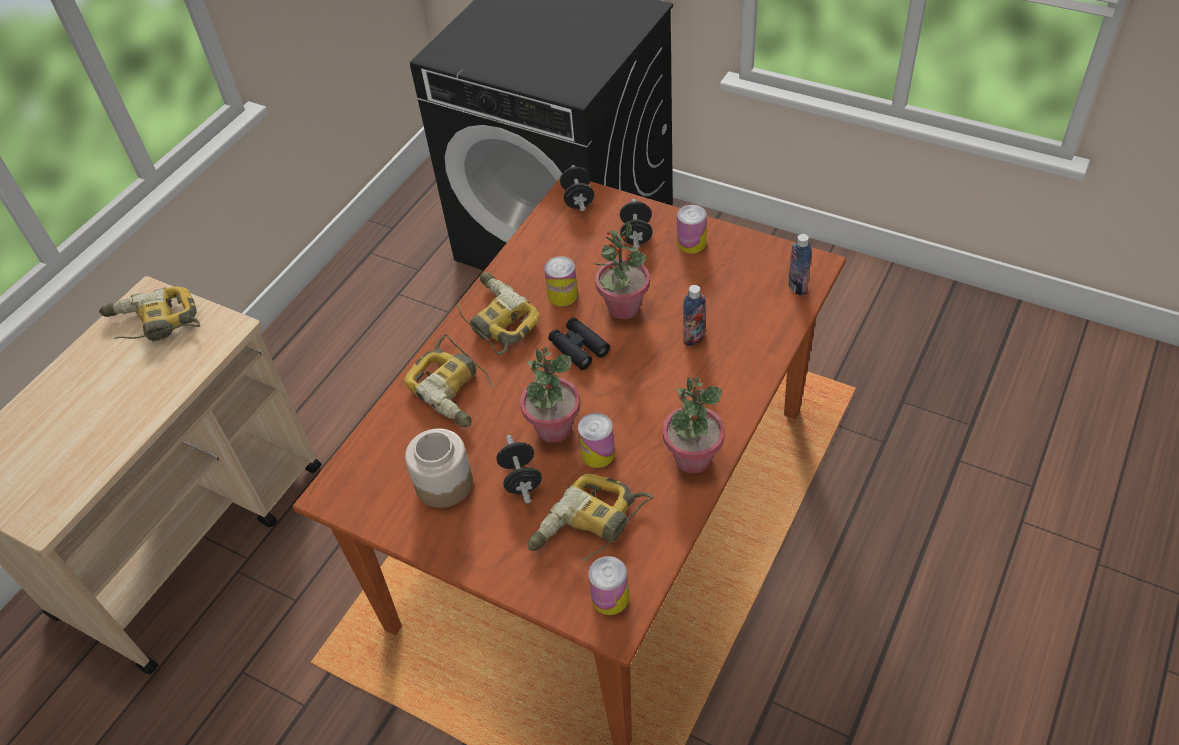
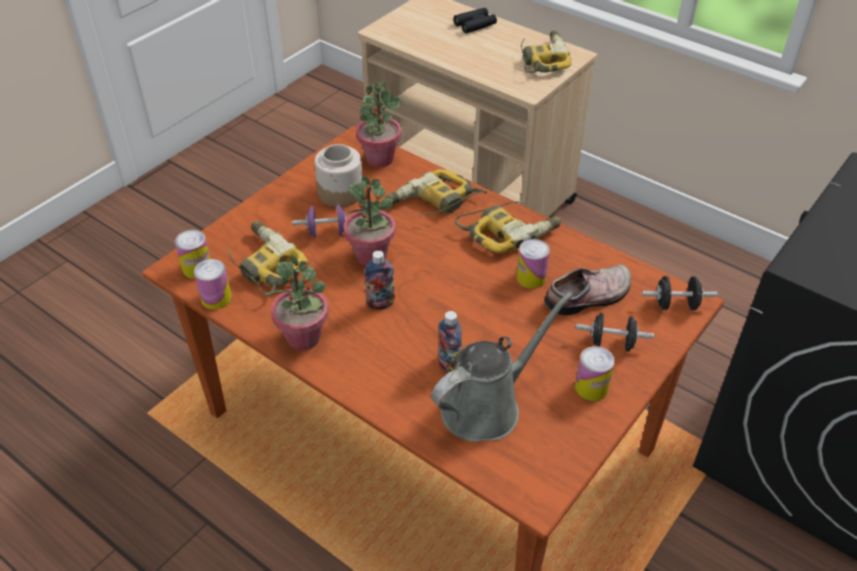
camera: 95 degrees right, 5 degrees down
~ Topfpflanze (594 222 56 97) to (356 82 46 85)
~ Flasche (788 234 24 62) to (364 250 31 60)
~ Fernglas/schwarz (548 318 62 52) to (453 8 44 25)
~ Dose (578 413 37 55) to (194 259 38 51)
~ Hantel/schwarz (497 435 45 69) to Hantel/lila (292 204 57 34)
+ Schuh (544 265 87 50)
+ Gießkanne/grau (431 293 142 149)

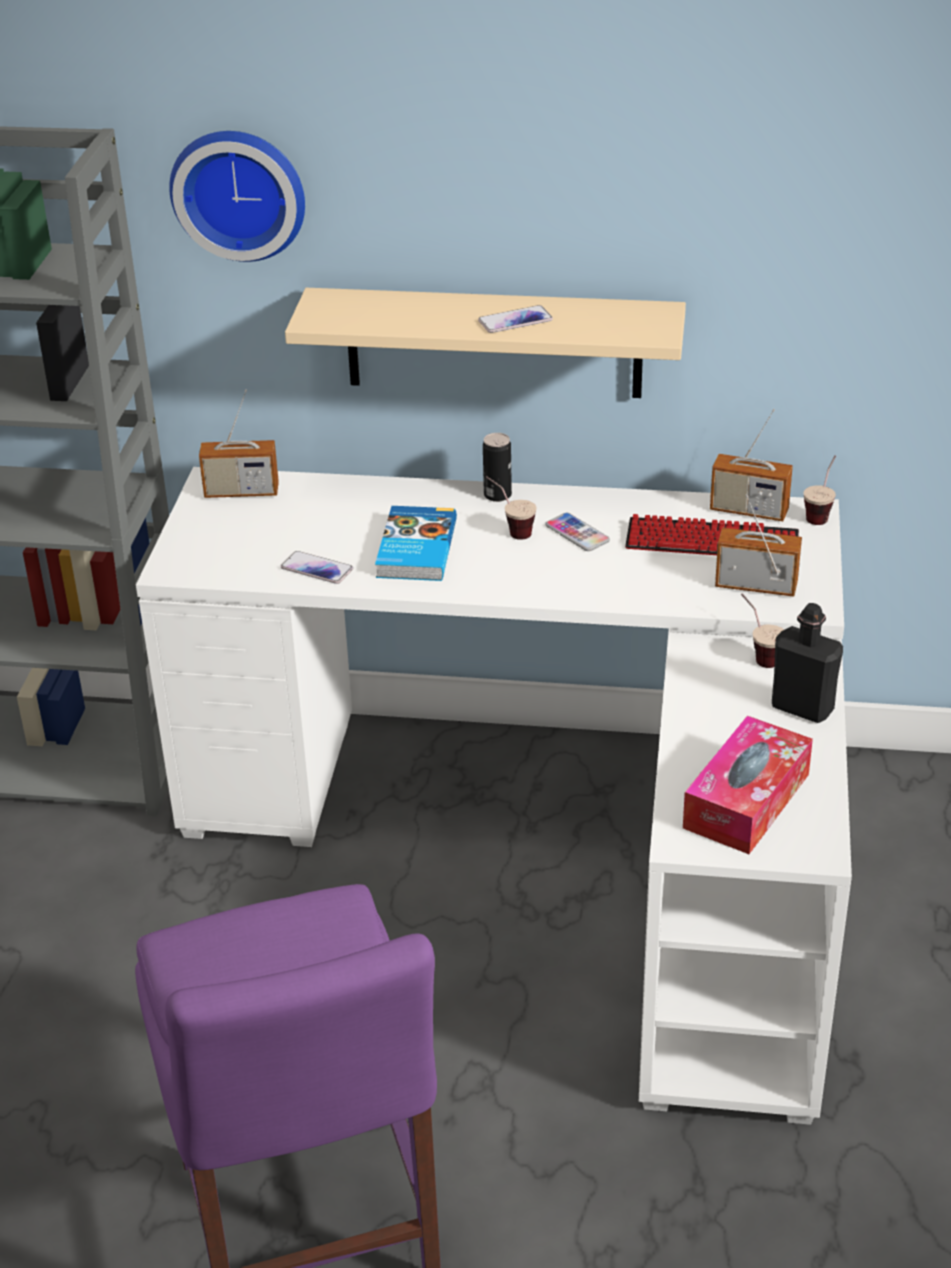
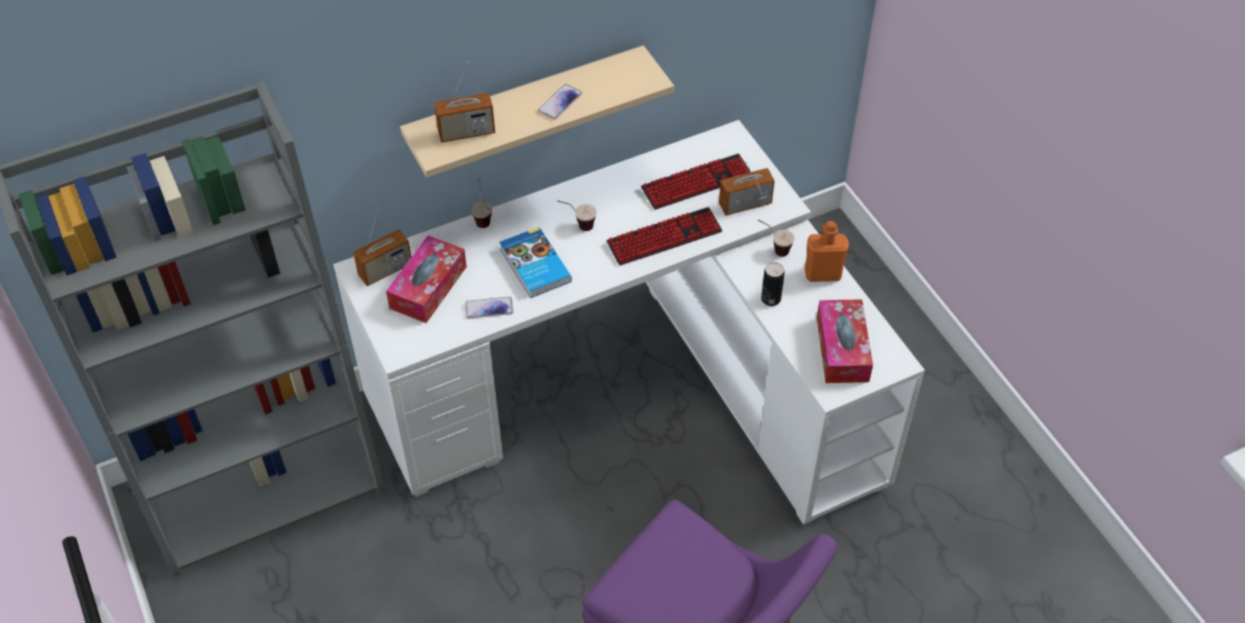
camera: 35 degrees left, 15 degrees up
- Wanduhr (169 131 136 131)
~ Radio (710 409 83 112) to (434 61 61 82)
~ Dose (483 433 29 69) to (761 262 24 44)
~ Tasse (803 455 33 70) to (471 178 21 50)
- Handy (545 513 65 38)
~ Flasche/schwarz (772 603 71 120) to Flasche/orange (805 221 44 61)
+ Tastatur (606 207 117 58)
+ Taschentuchbox (386 236 81 87)

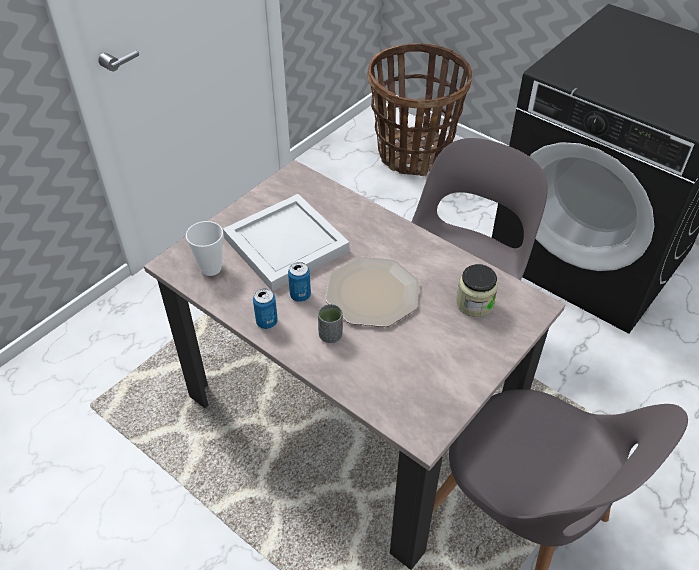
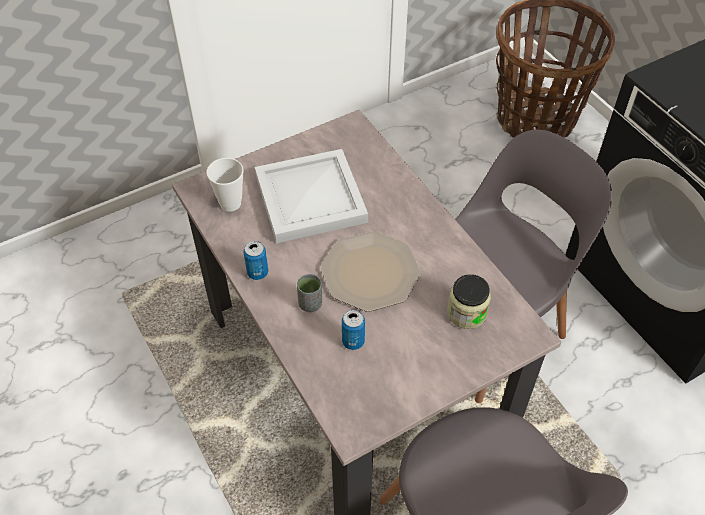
camera: 20 degrees right, 5 degrees up
~ Dose (288 262 23 40) to (342 310 23 40)

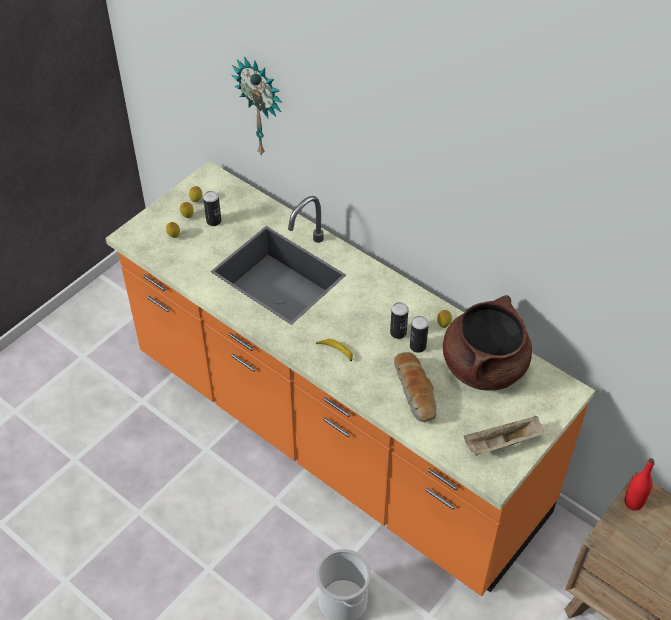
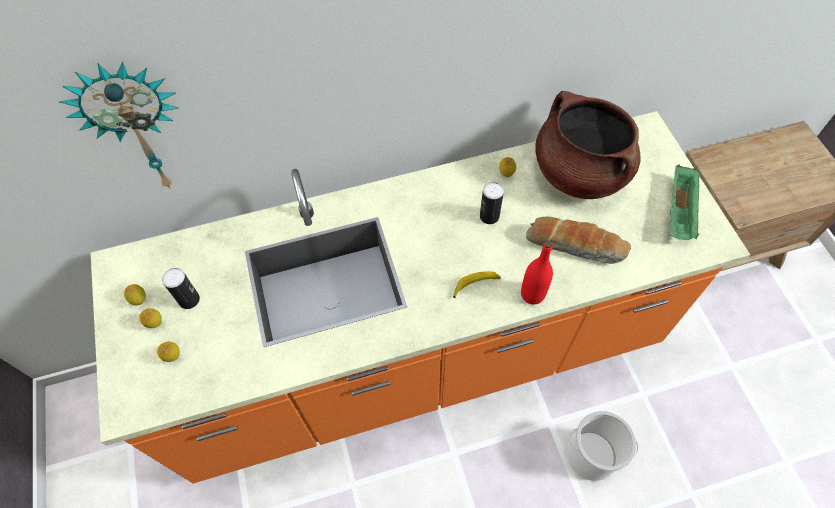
camera: 55 degrees left, 10 degrees up
- Dose (410 316 19 37)
~ Tablett/beige (464 416 80 40) to Tablett/grün (669 164 31 76)
~ Flasche/rot (624 458 31 53) to (521 241 32 64)

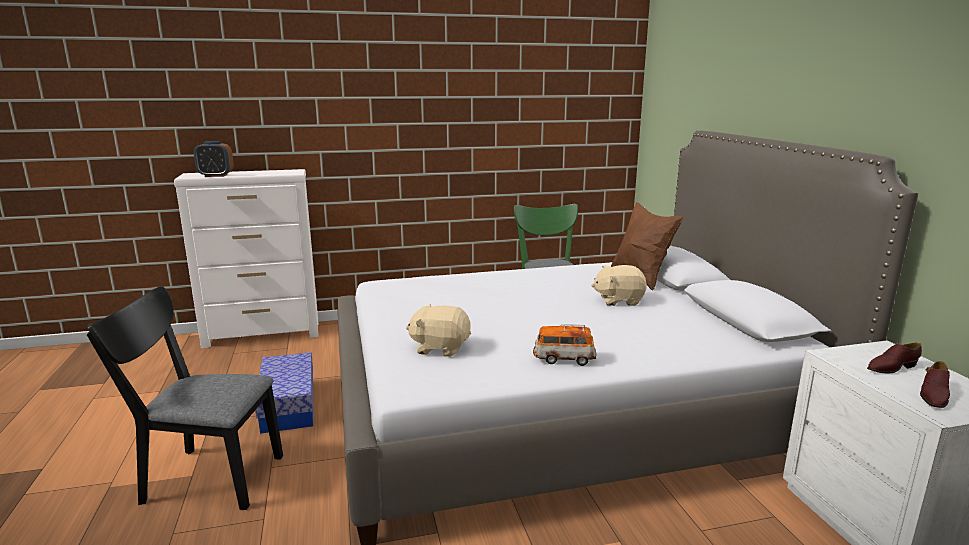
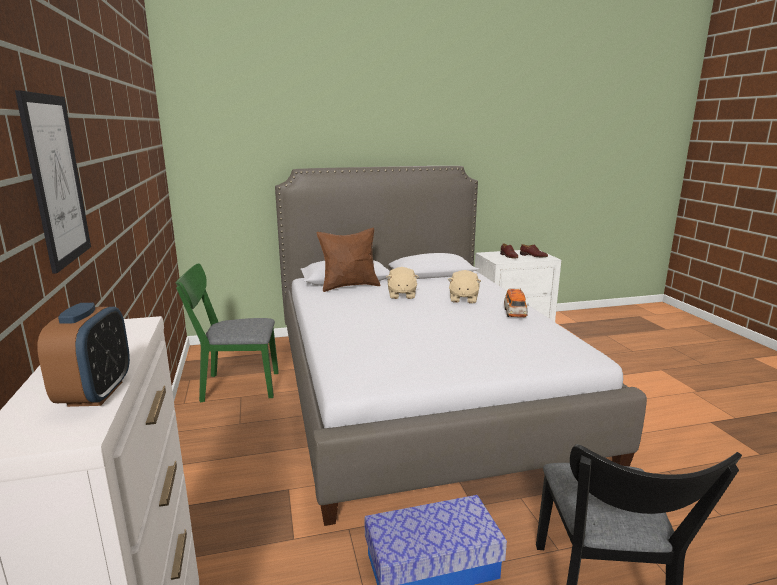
camera: 90 degrees left, 0 degrees up
~ Plüschtier/beige (406 304 65 53) to (448 270 33 34)
+ Bild (15 90 76 184)

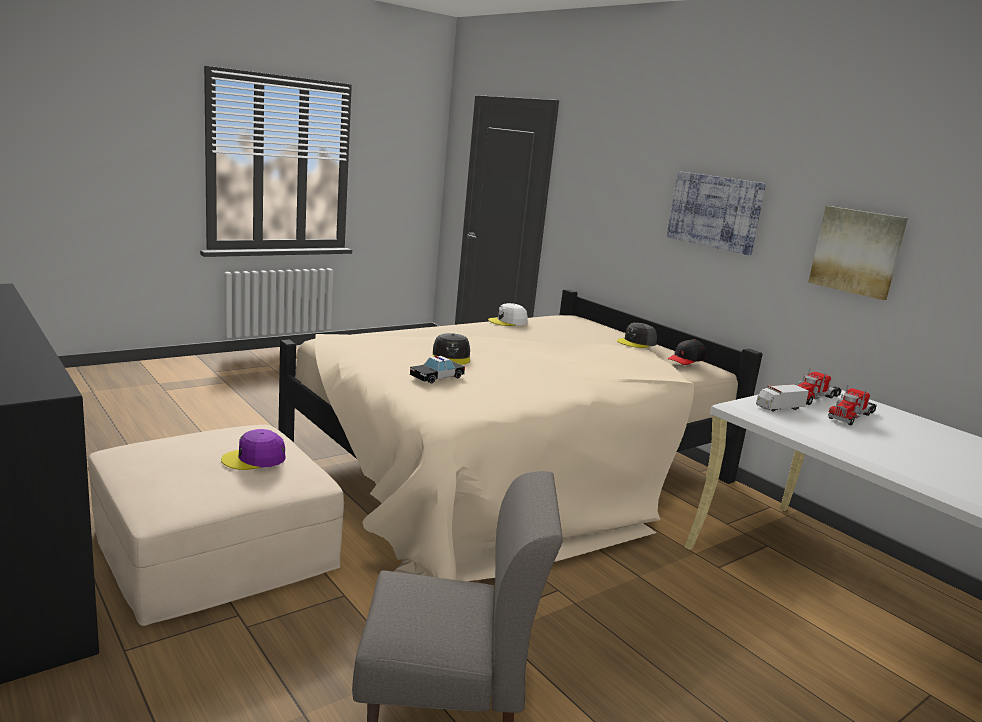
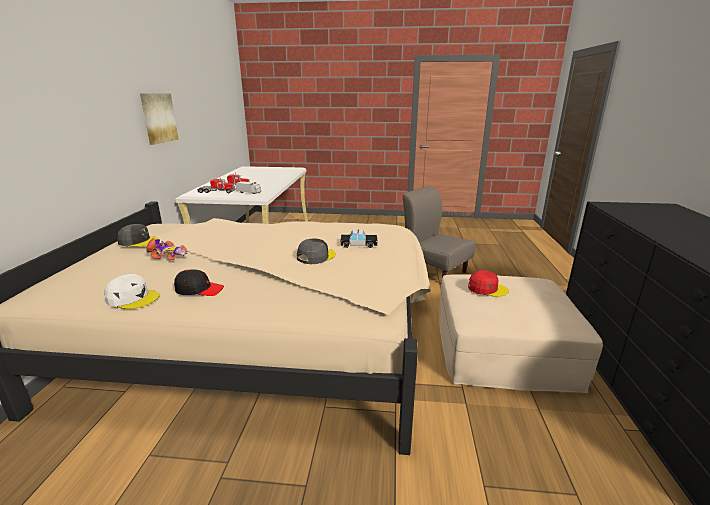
camera: 135 degrees left, 5 degrees up
- Bild (667 171 99 84)
~ Kappe/schwarz (668 339 38 26) to (174 270 50 26)
~ Kappe/lila (221 429 64 41) to Kappe/rot (468 270 41 27)
+ Spielzeugauto (146 238 41 22)

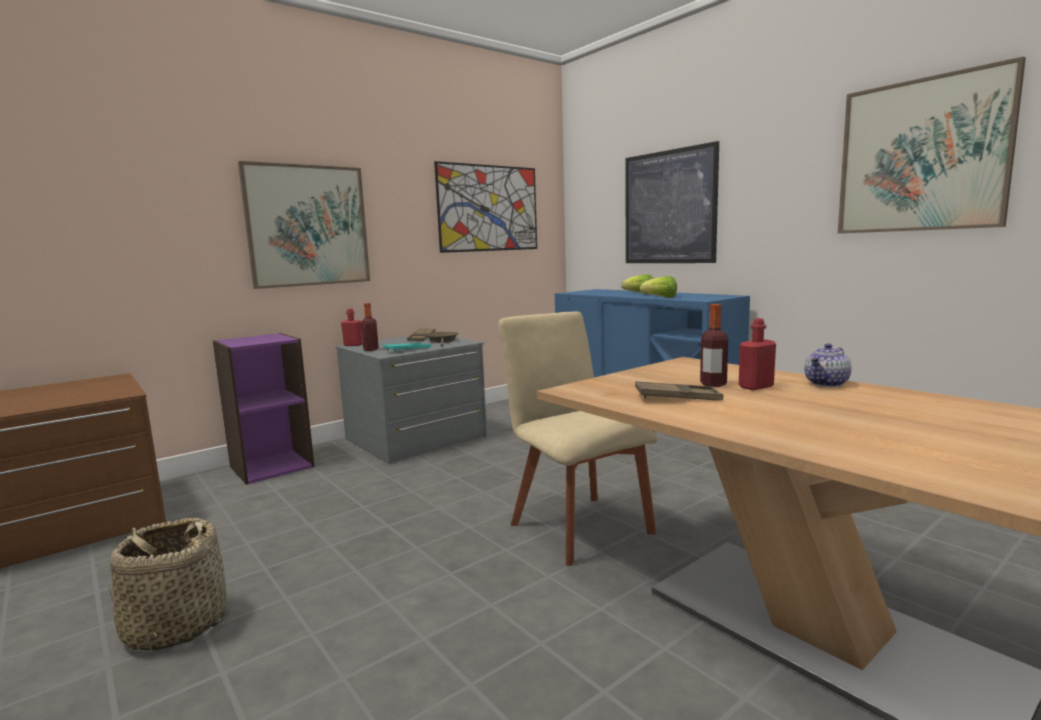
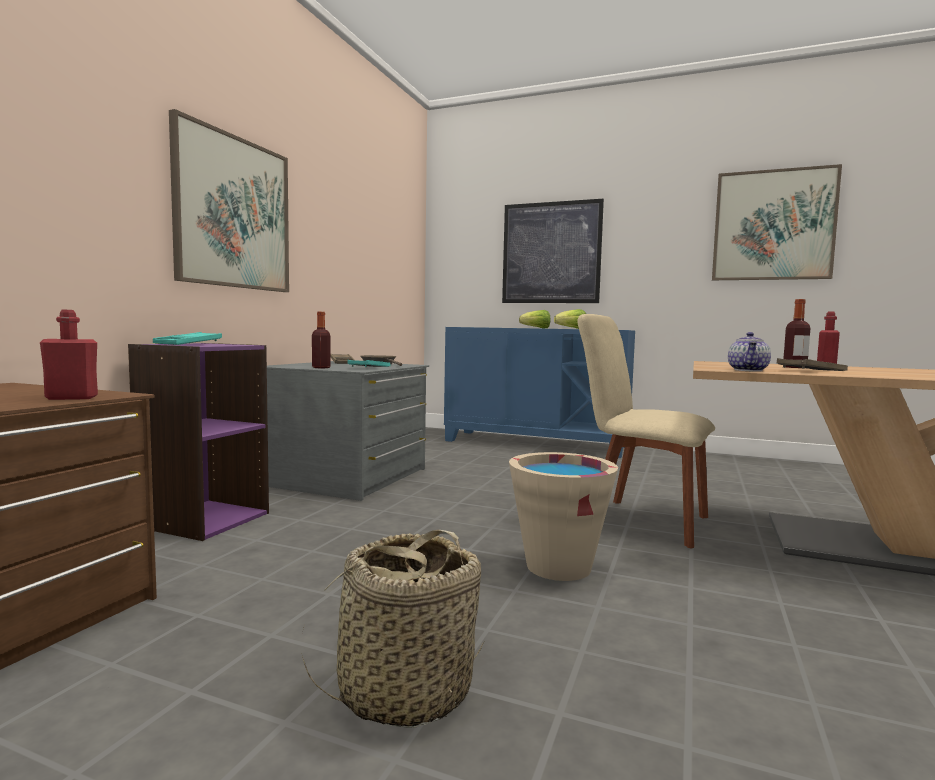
camera: 30 degrees left, 5 degrees down
- Bild (434 161 103 92)
~ Flasche/rot (341 308 21 38) to (40 310 58 90)
~ Teekanne (804 343 47 44) to (728 332 43 40)
+ Tablett/türkis (153 332 69 13)
+ Eimer/beige (509 452 109 129)

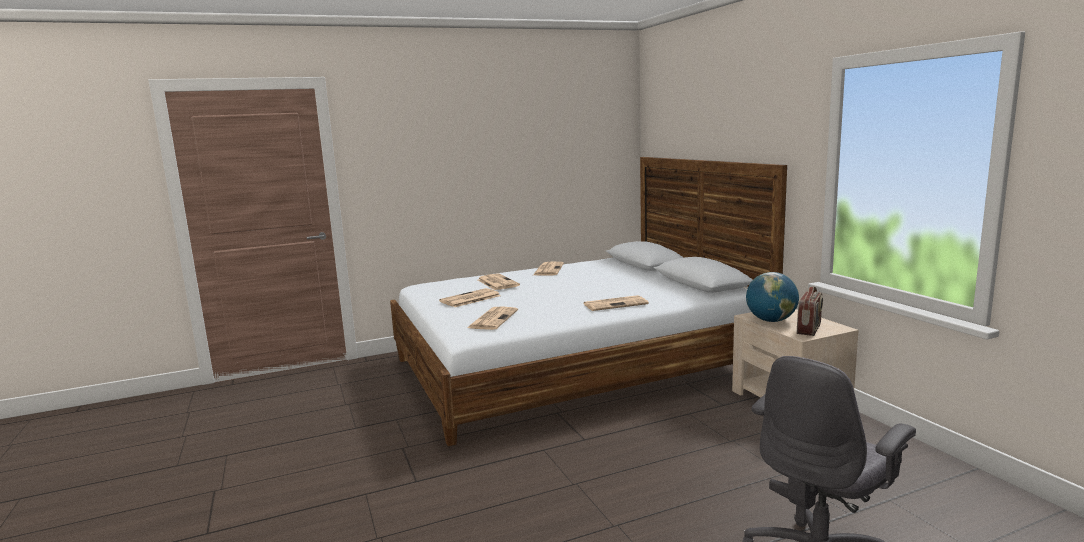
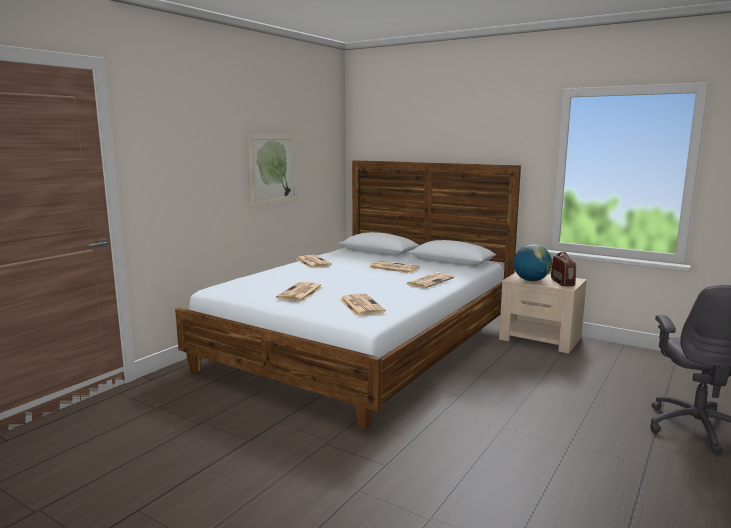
camera: 35 degrees left, 0 degrees up
~ Zeitung (477 273 43 17) to (369 261 51 12)
+ Bild (248 135 50 72)

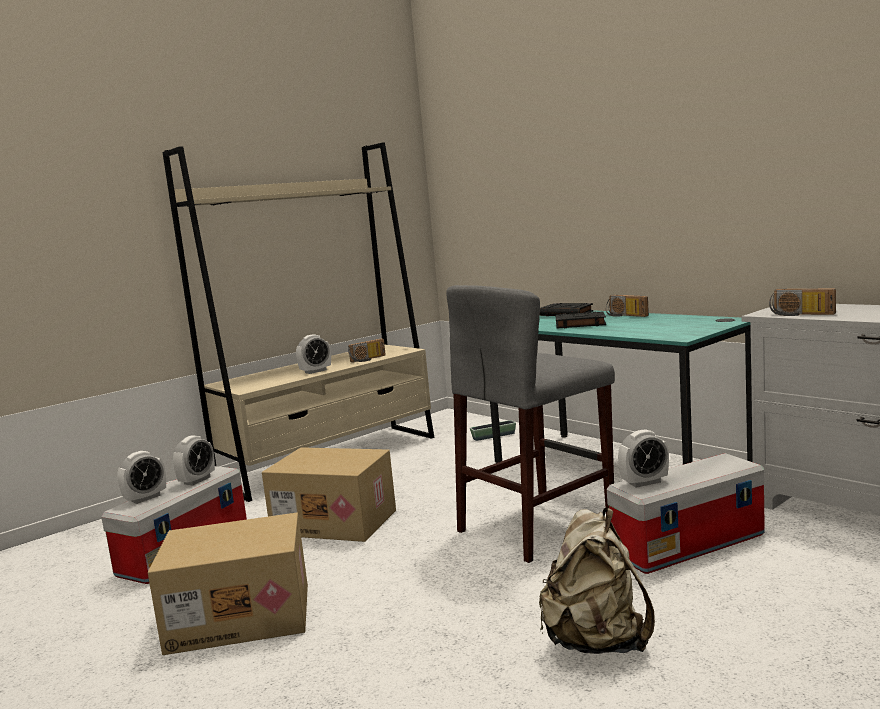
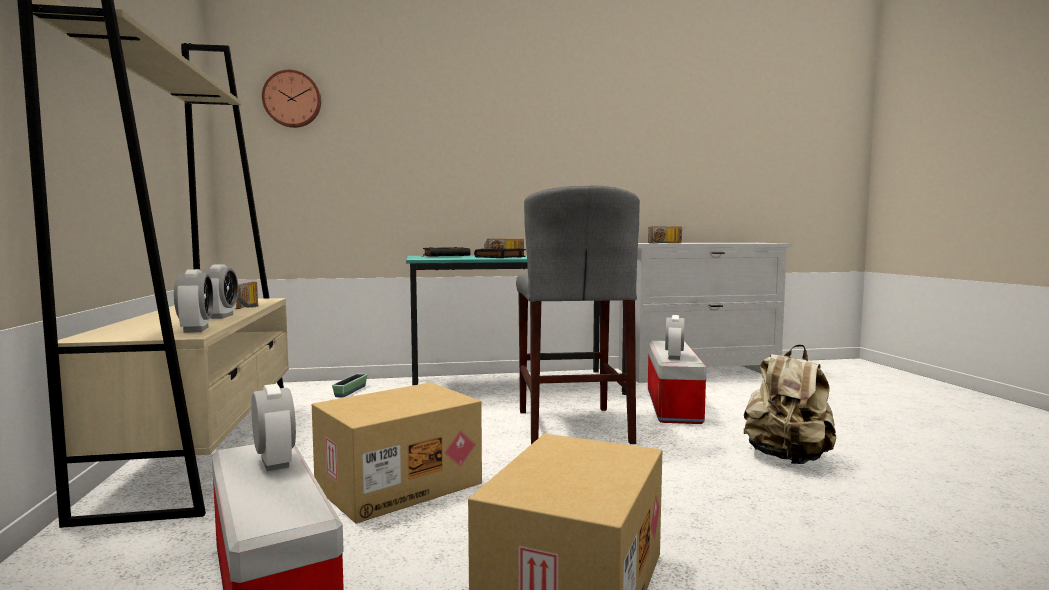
camera: 60 degrees left, 5 degrees down
~ Wecker (117 451 49 53) to (174 269 39 64)
+ Wanduhr (262 69 59 59)

